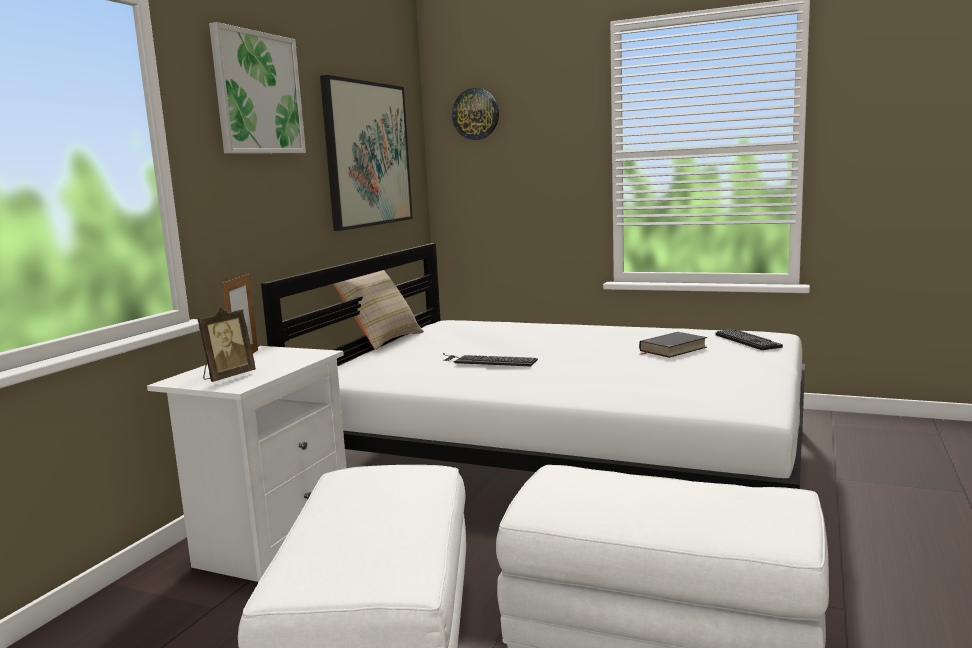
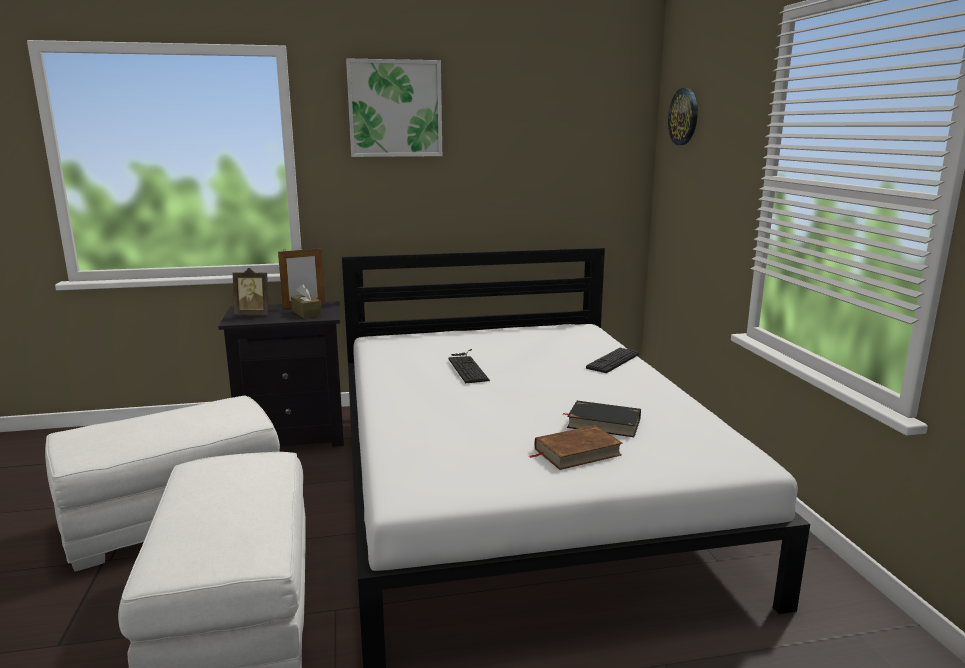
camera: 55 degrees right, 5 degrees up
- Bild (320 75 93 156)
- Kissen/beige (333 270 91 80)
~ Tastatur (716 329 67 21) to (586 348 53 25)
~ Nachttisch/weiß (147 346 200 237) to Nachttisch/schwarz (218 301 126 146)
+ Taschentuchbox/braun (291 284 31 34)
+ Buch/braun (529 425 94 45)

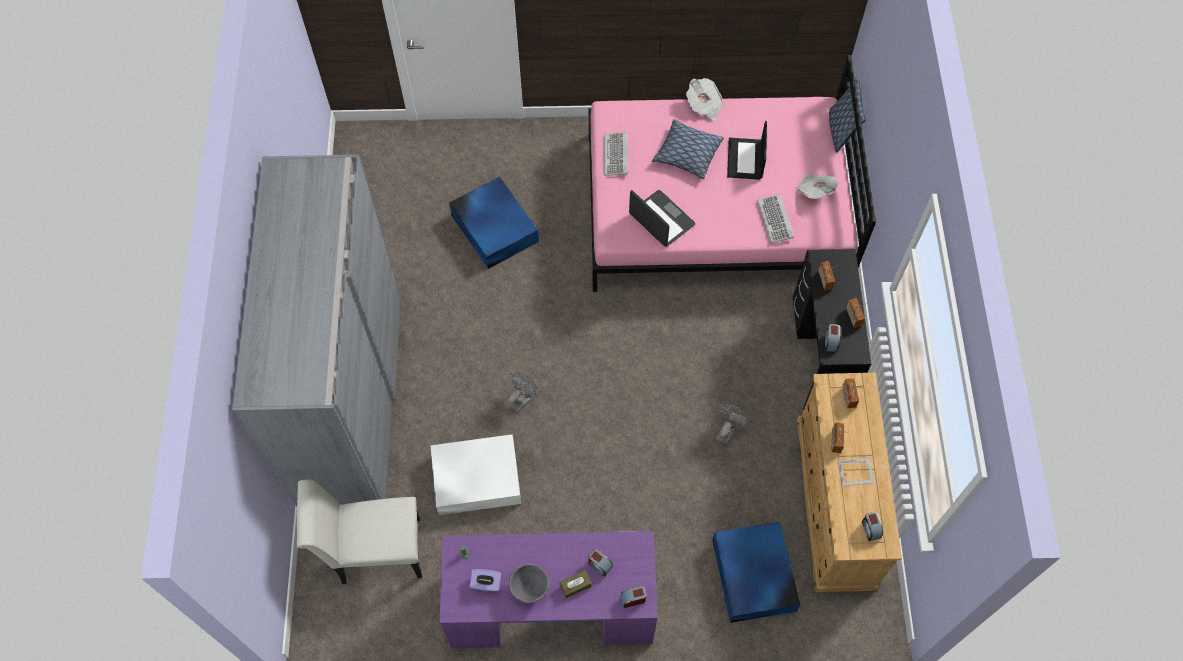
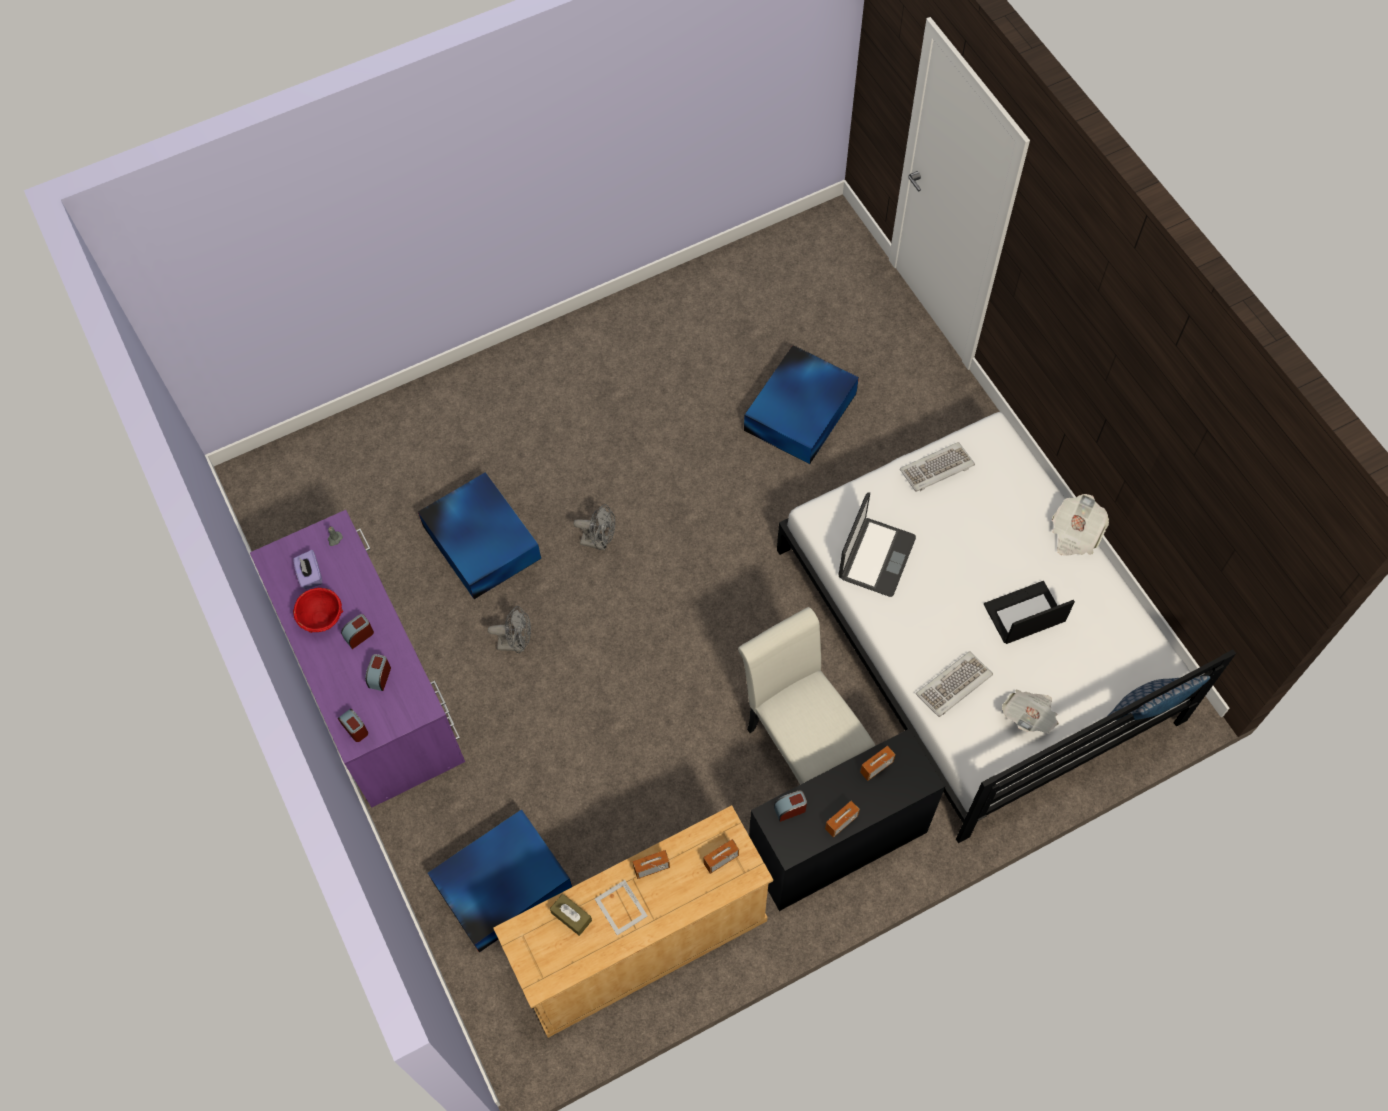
camera: 65 degrees right, 0 degrees up
~ Bett/rosa (588 55 288 237) to Bett/weiß (777 412 459 431)
- Kissen (653 119 71 60)
- Kleiderschrank/grau (232 155 169 352)
~ Ventilator/grau (716 404 33 41) to (488 606 43 47)
~ Aufbewahrungsbox/weiß (430 434 91 81) to Aufbewahrungsbox/blau (418 472 123 127)
~ Stuhl/weiß (297 479 125 105) to (738 607 137 178)
~ Wecker (862 512 21 29) to (341 614 33 35)
~ Schüssel/grau (509 563 41 41) to Schüssel/rot (293 587 50 46)
~ Taschentuchbox/braun (560 570 32 28) to (550 894 42 42)

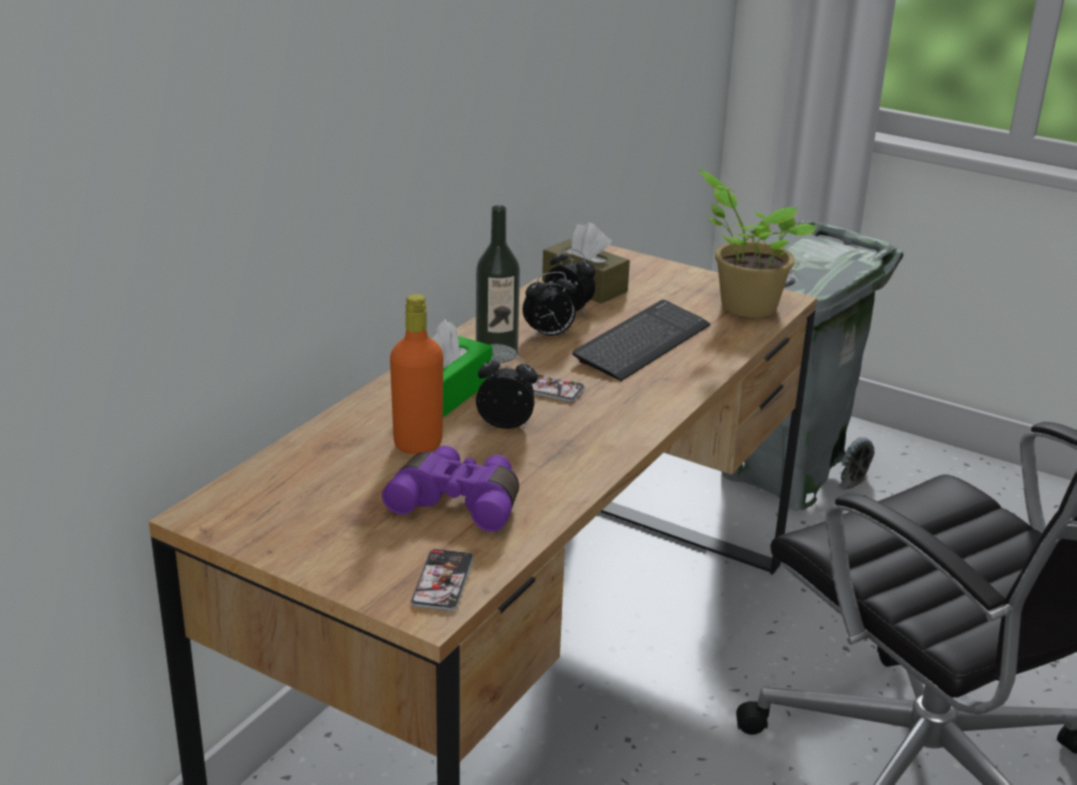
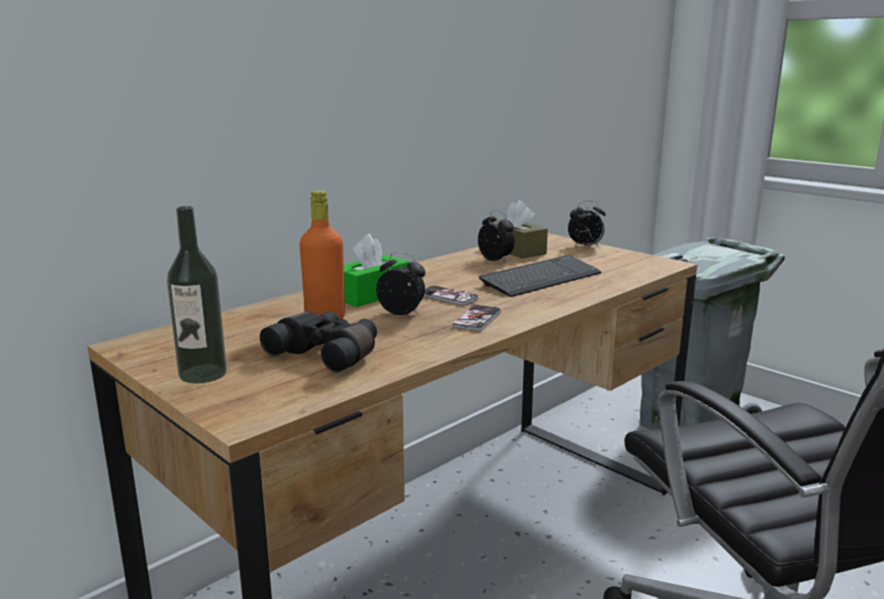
camera: 15 degrees right, 10 degrees down
- Topfpflanze (698 169 119 148)
~ Flasche (476 205 44 158) to (167 206 60 177)
~ Wecker (523 272 53 67) to (568 201 38 46)
~ Fernglas/lila (382 446 137 86) to Fernglas/schwarz (260 311 117 61)
~ Handy (411 549 63 62) to (452 304 49 27)

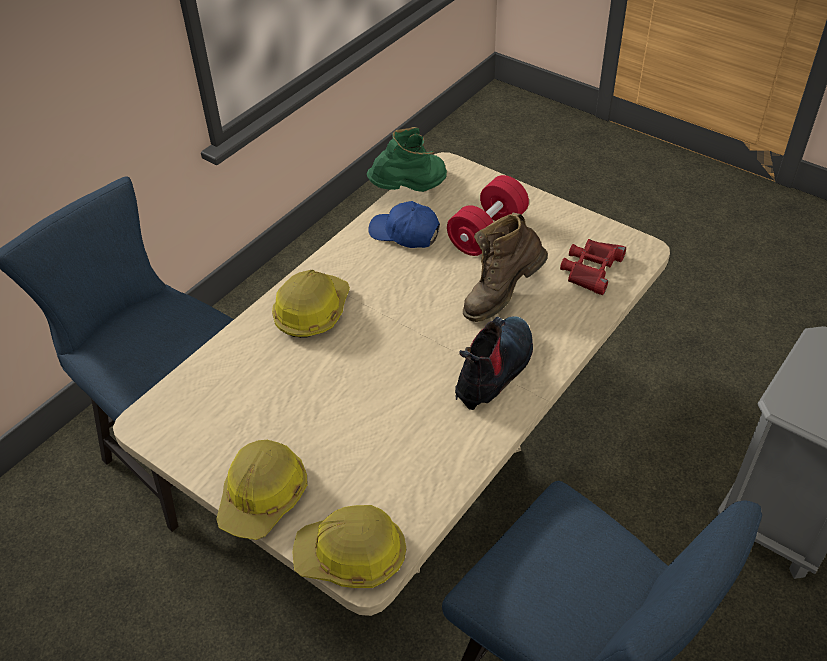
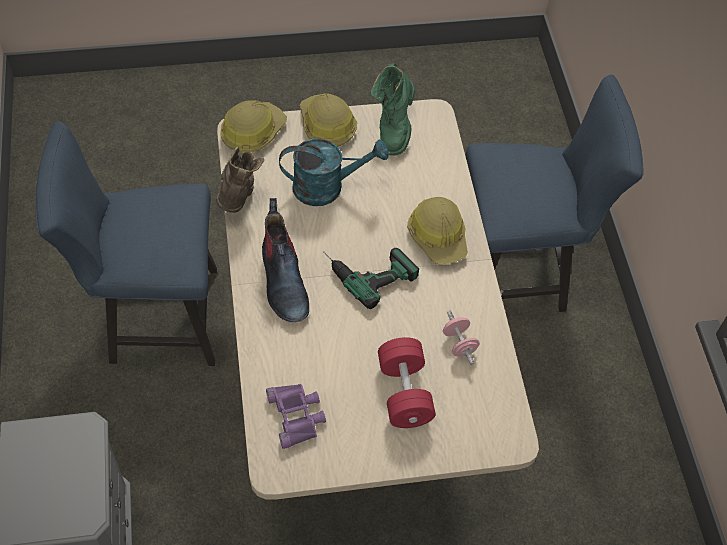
camera: 130 degrees right, 10 degrees up
~ Stiefel/grün (367 127 80 65) to (370 63 45 92)
~ Kappe/blau (368 201 72 47) to Hantel/rosa (443 310 36 55)
~ Stiefel/braun (463 212 85 110) to (216 146 48 67)
~ Fernglas/rot (560 239 66 56) to Fernglas/lila (266 384 60 65)
+ Gießkanne/türkis (279 139 110 67)
+ Bohrmaschine (323 248 96 61)

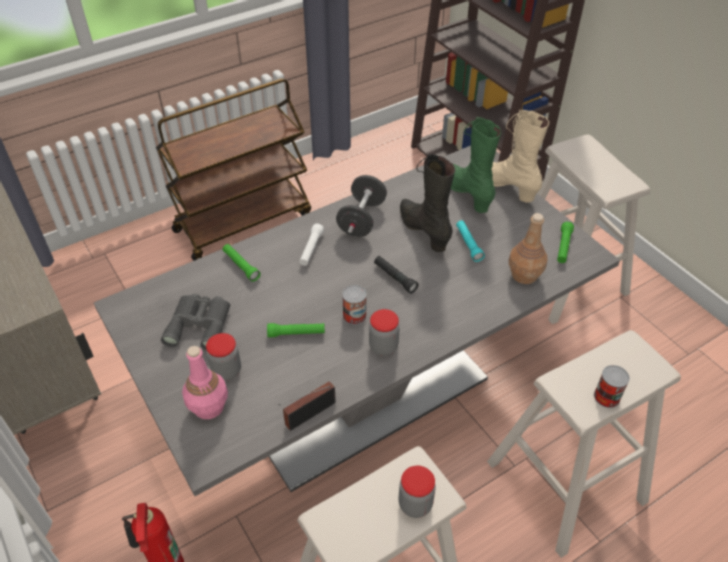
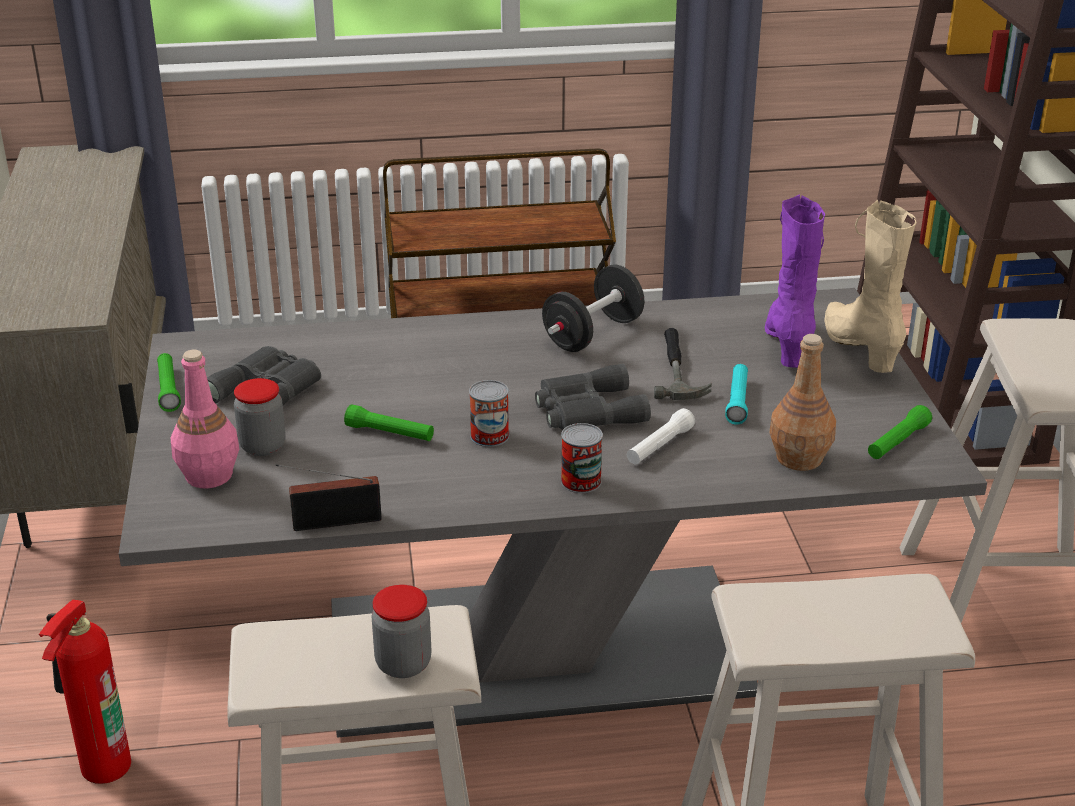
camera: 25 degrees right, 15 degrees down
~ Stiefel/grün (451 117 51 96) to Stiefel/lila (765 195 60 173)
~ Stiefel/schwarz (400 153 55 99) to Hammer (654 328 58 72)
~ Taschenlampe/weiß (299 223 25 43) to (627 408 68 56)
~ Taschenlampe/grün (223 244 38 38) to (157 353 24 59)
~ Taschenlampe/schwarz (374 256 45 38) to Fernglas/grau (535 364 116 66)
- Vorratsglas (369 309 31 47)
~ Dose (594 365 36 43) to (561 423 42 70)

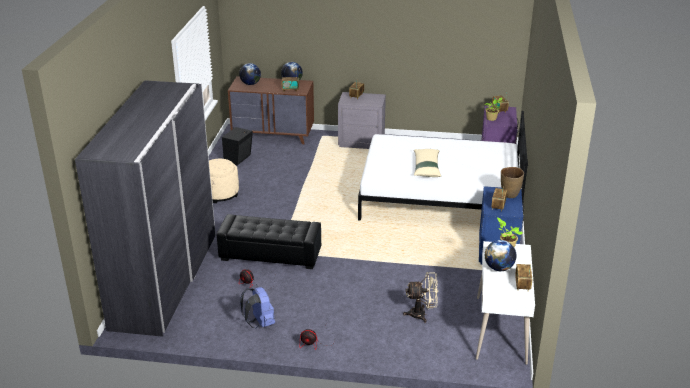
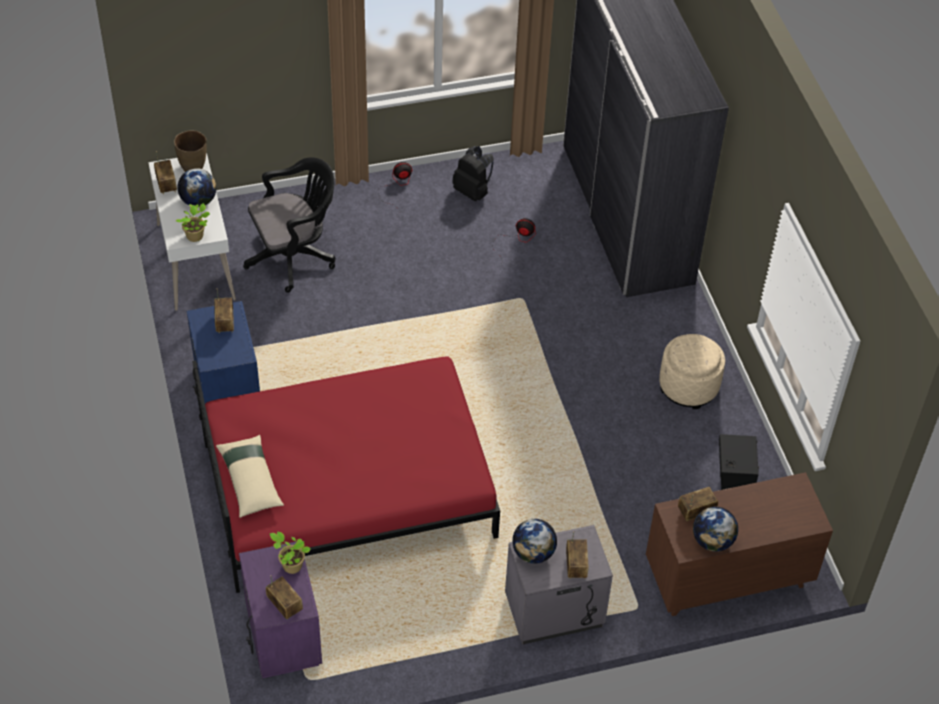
camera: 155 degrees right, 20 degrees up
~ Globus (239 63 22 22) to (512 519 45 45)
~ Bett/weiß (358 111 170 110) to Bett/rot (192 356 308 237)
~ Kissen/beige (414 149 27 28) to (216 435 68 83)
~ Vase/braun (501 167 23 31) to (174 130 33 42)
- Polsterhocker/schwarz (217 214 104 55)
~ Ventilator/beige (403 272 35 51) to Bürostuhl/schwarz (243 157 93 136)
~ Rucksack/blau (240 287 35 41) to Rucksack/schwarz (452 146 42 55)

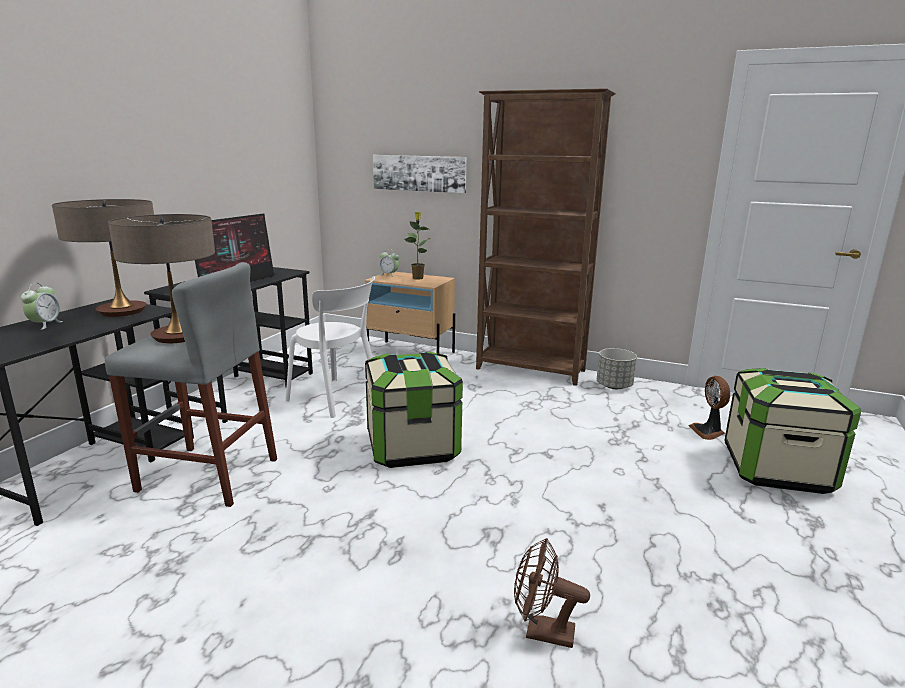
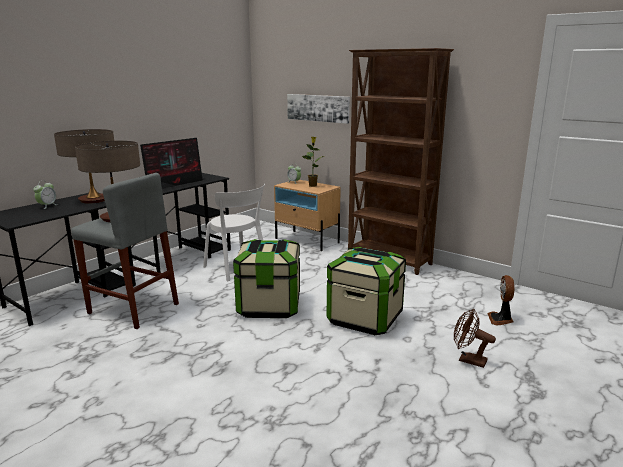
camera: 15 degrees right, 0 degrees up
- Pflanzkübel/grau (597 348 40 41)
~ Aufbewahrungsbox (724 368 137 126) to (327 247 79 88)
~ Ventilator/braun (514 538 76 110) to (454 309 42 59)

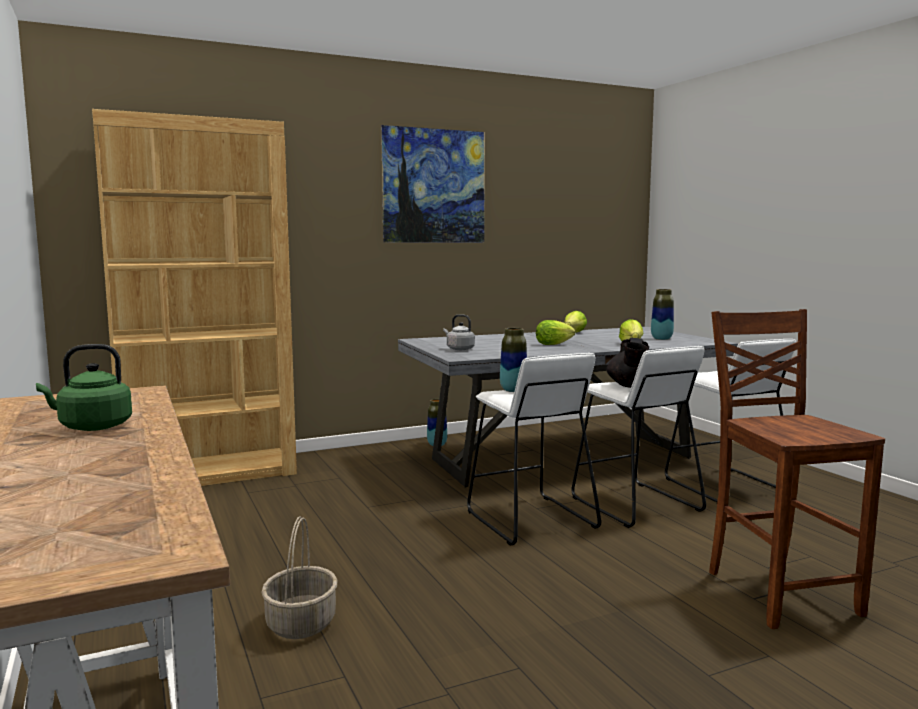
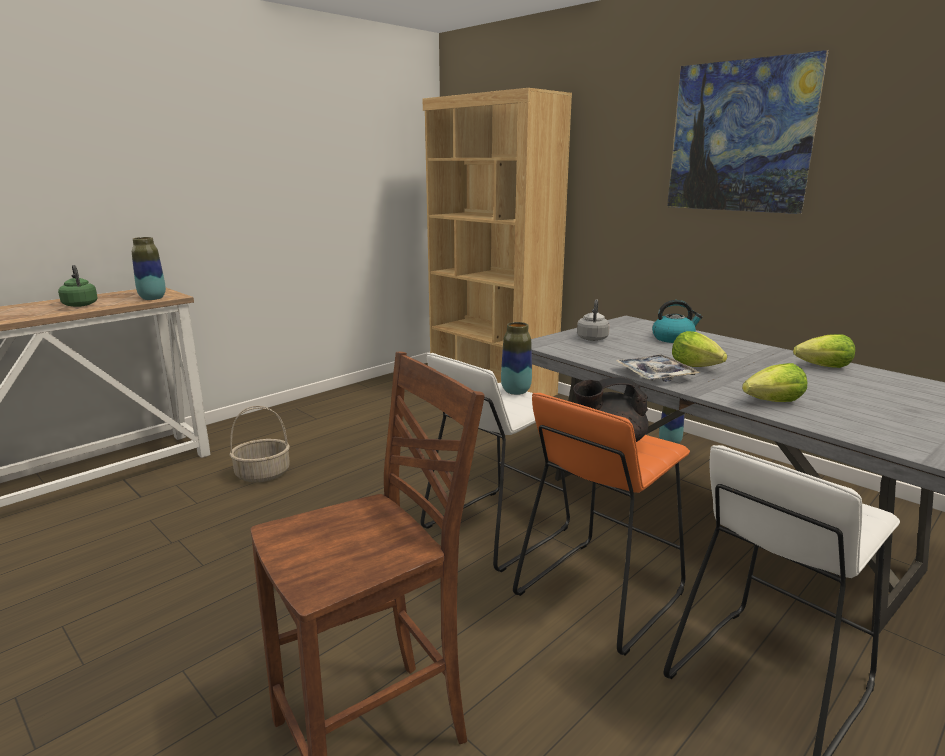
camera: 70 degrees right, 10 degrees up
~ Vase (651 289 23 51) to (132 237 34 63)
~ Hocker/weiß (572 346 134 182) to Hocker/orange (513 393 177 263)
+ Wasserkessel (652 300 51 43)
+ Tablett (616 354 84 28)

